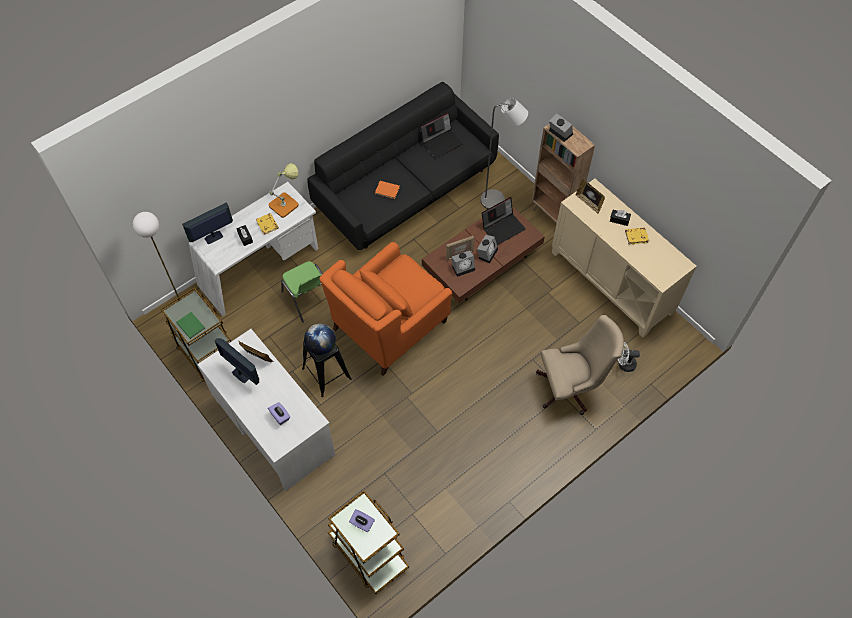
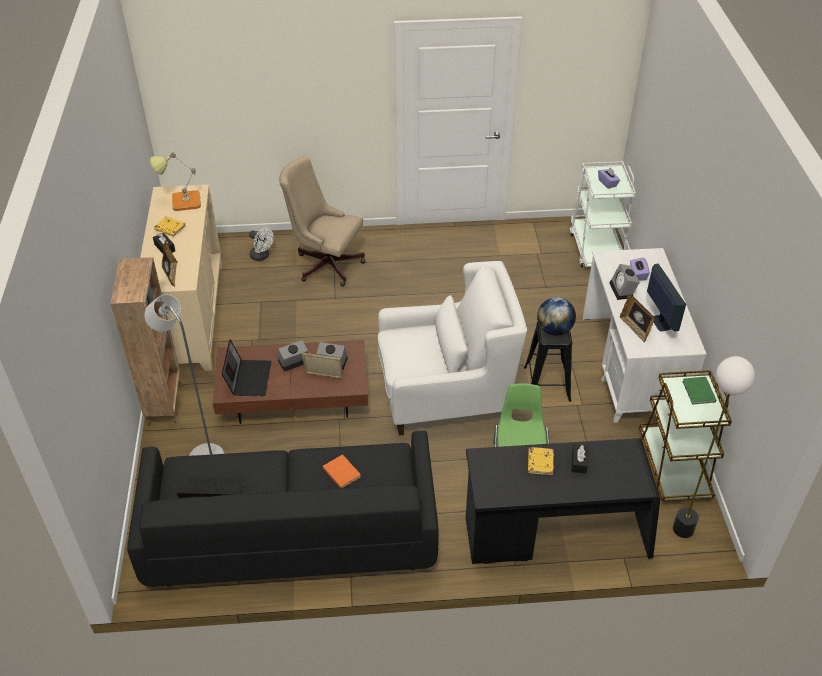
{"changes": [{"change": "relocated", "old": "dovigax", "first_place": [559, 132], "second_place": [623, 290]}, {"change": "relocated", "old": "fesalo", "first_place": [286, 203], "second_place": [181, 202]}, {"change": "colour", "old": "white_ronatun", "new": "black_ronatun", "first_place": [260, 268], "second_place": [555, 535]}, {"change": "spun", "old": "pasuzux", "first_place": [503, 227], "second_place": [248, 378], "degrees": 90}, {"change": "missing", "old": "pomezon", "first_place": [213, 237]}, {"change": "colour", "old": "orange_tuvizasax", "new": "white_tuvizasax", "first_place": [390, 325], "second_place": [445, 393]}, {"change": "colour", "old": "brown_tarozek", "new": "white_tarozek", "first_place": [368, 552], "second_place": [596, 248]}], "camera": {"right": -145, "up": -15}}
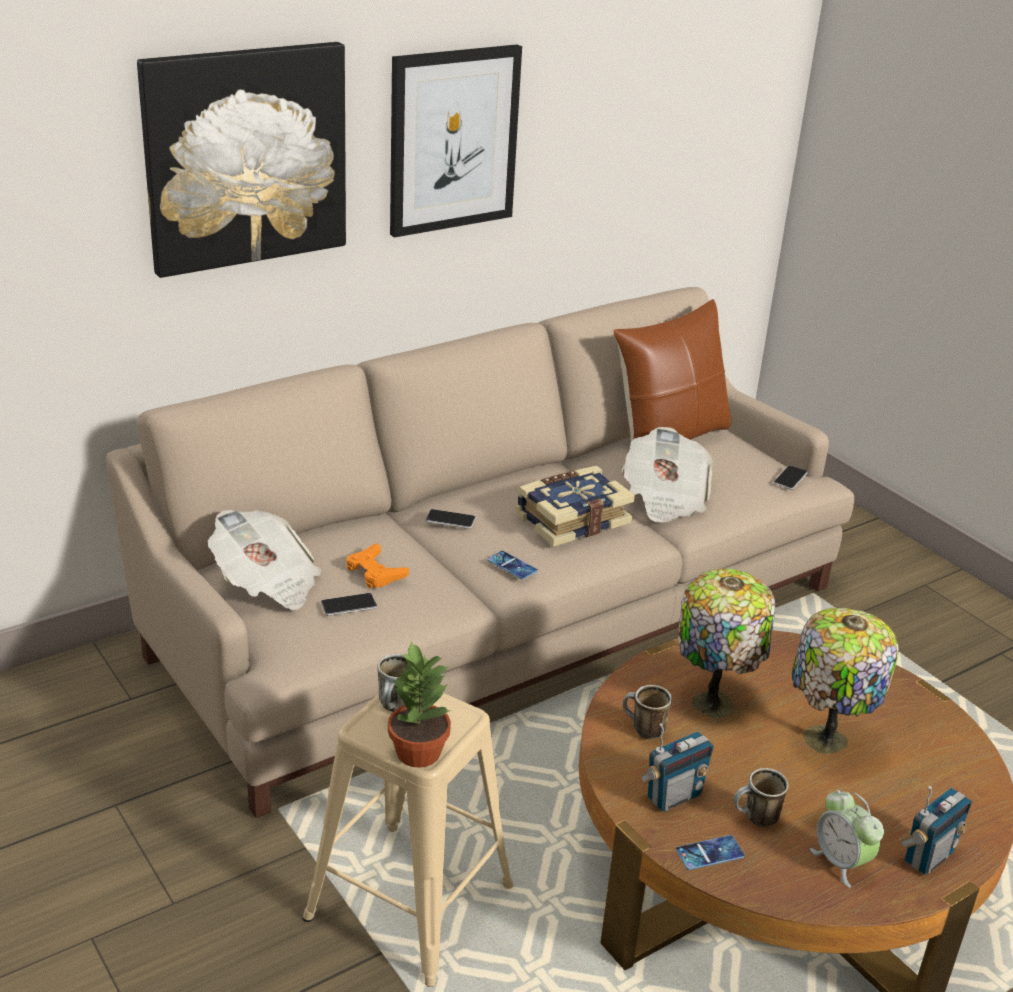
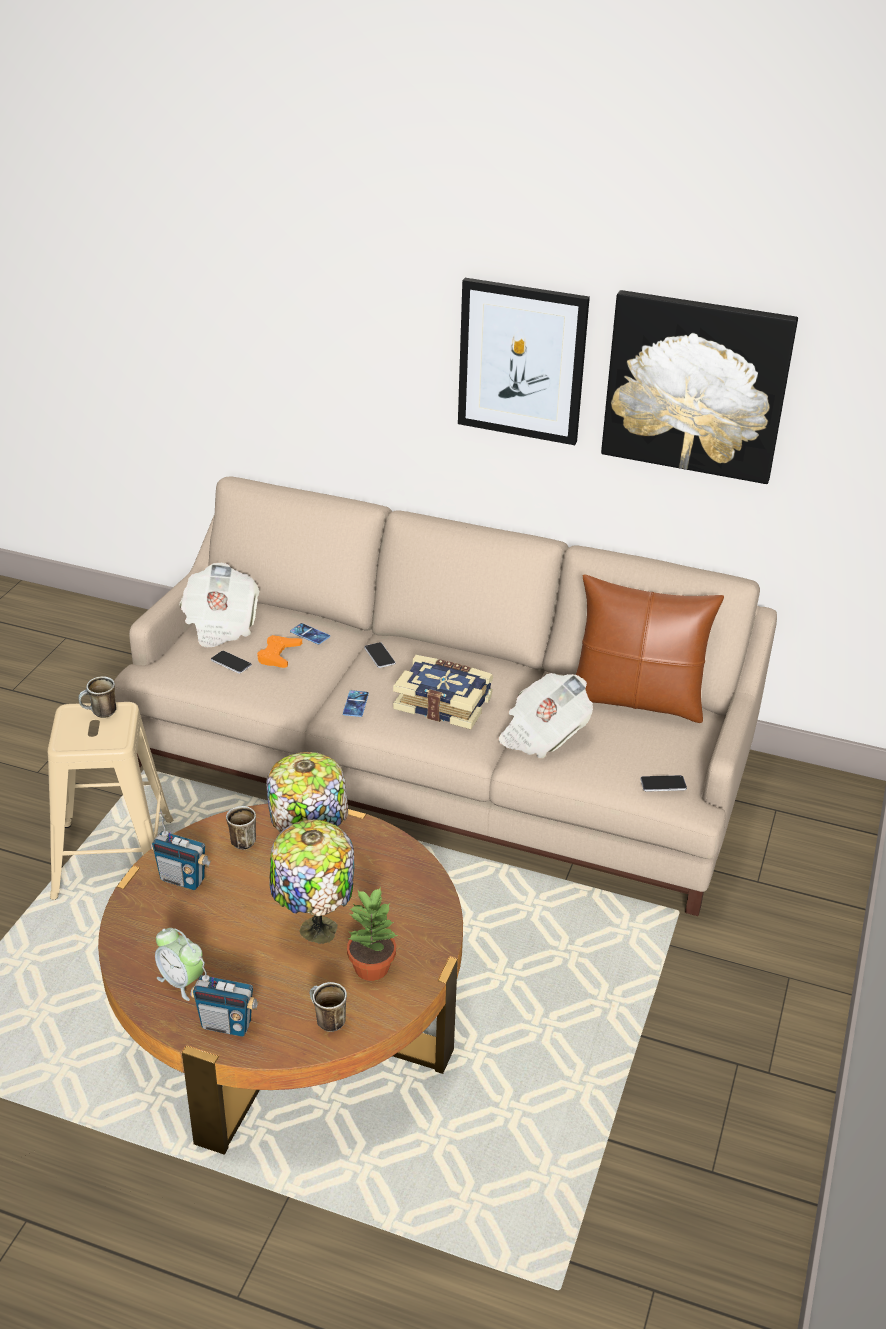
{"changes": [{"change": "relocated", "old": "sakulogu", "first_place": [245, 157], "second_place": [696, 386]}, {"change": "relocated", "old": "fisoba", "first_place": [417, 751], "second_place": [371, 966]}, {"change": "relocated", "old": "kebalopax", "first_place": [756, 819], "second_place": [326, 1020]}, {"change": "spun", "old": "dovigax", "first_place": [841, 862], "second_place": [182, 981], "degrees": -75}, {"change": "relocated", "old": "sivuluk", "first_place": [709, 853], "second_place": [310, 634]}], "camera": {"right": 55, "up": 5}}
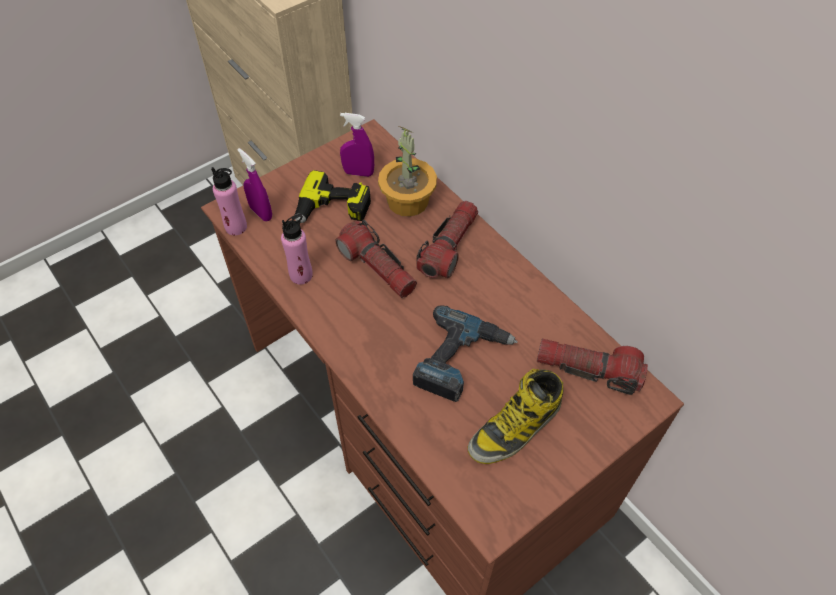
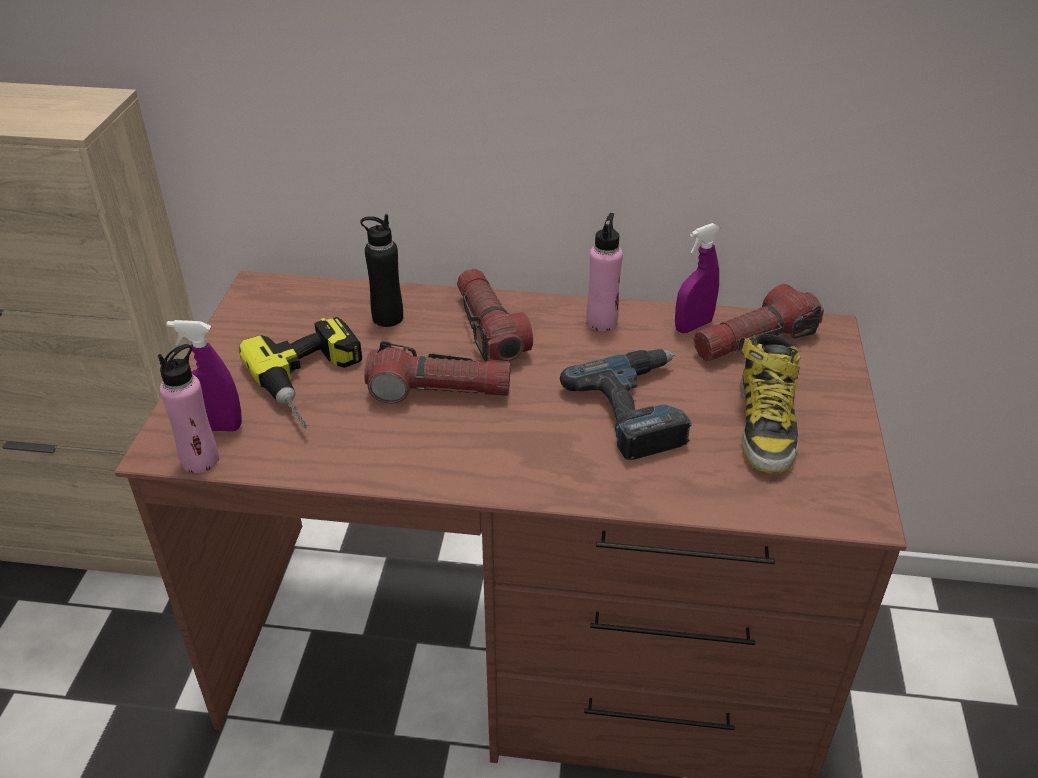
{"changes": [{"change": "relocated", "old": "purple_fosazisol", "first_place": [358, 173], "second_place": [693, 326]}, {"change": "exchanged", "old": "fisoba", "new": "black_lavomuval", "first_place": [407, 201], "second_place": [387, 318]}, {"change": "relocated", "old": "pink_lavomuval", "first_place": [301, 275], "second_place": [602, 322]}], "camera": {"right": -45, "up": -15}}
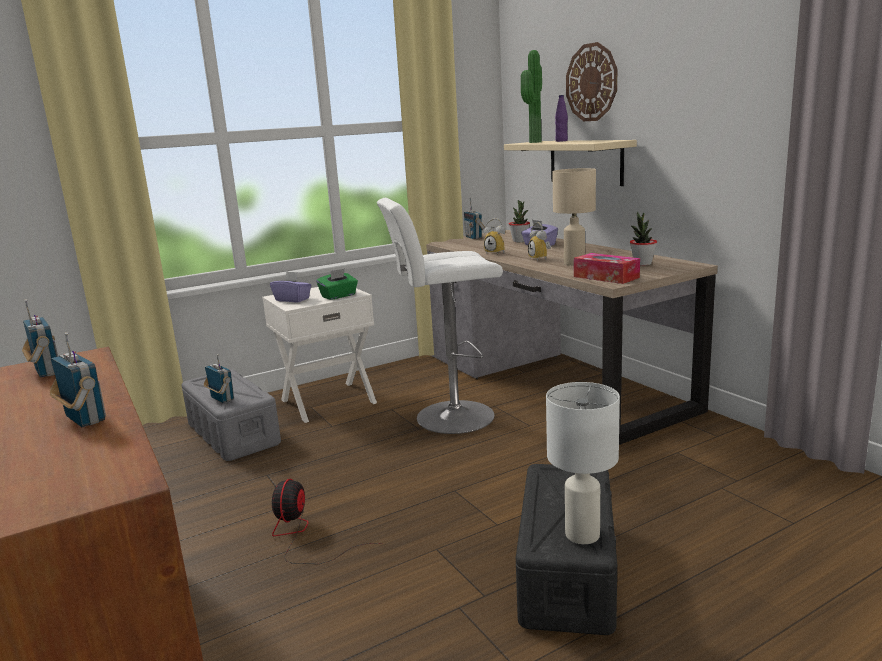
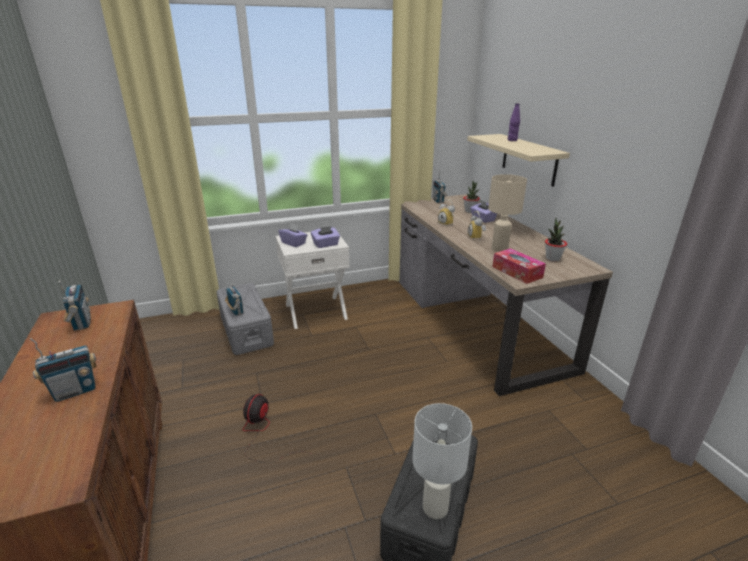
{"changes": [{"change": "missing", "old": "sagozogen", "first_place": [591, 82]}, {"change": "missing", "old": "fisoba", "first_place": [533, 142]}, {"change": "missing", "old": "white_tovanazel", "first_place": [449, 417]}, {"change": "colour", "old": "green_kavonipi", "new": "purple_kavonipi", "first_place": [339, 296], "second_place": [326, 244]}, {"change": "spun", "old": "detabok", "first_place": [84, 419], "second_place": [75, 391], "degrees": 90}], "camera": {"right": 10, "up": 10}}
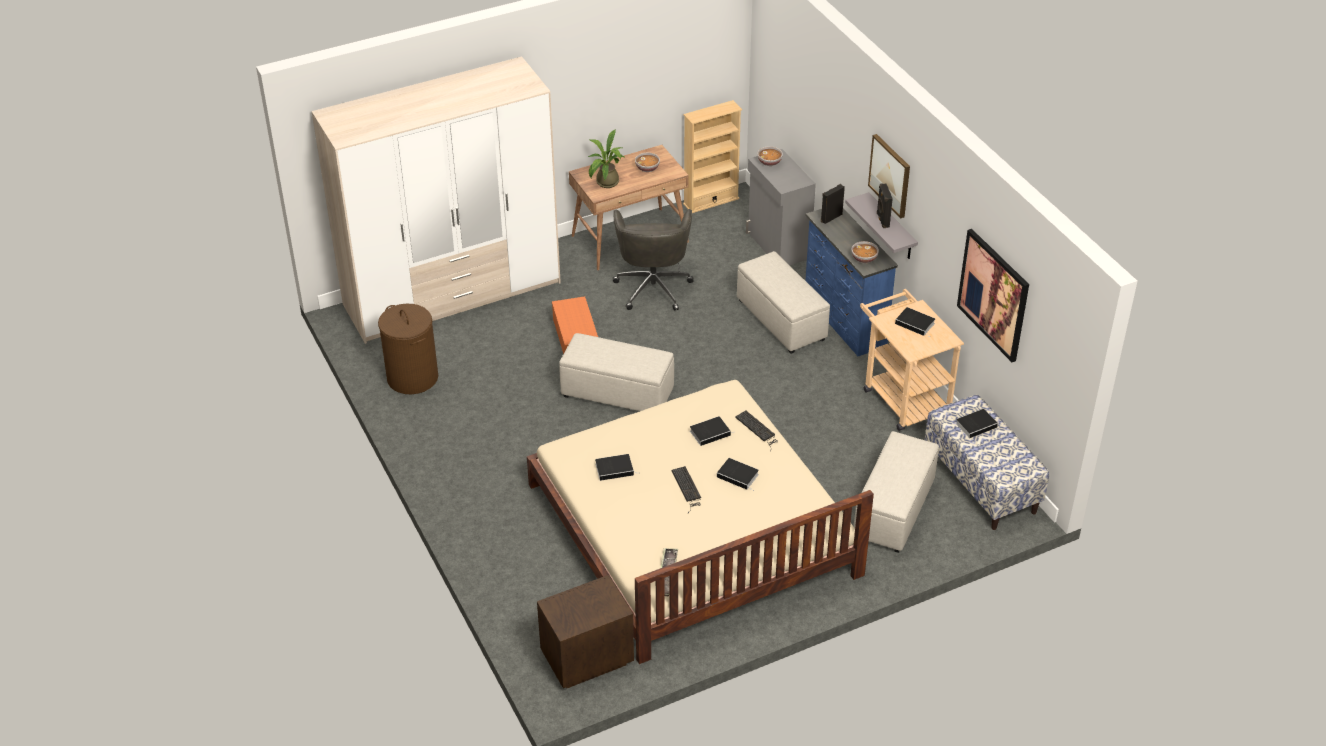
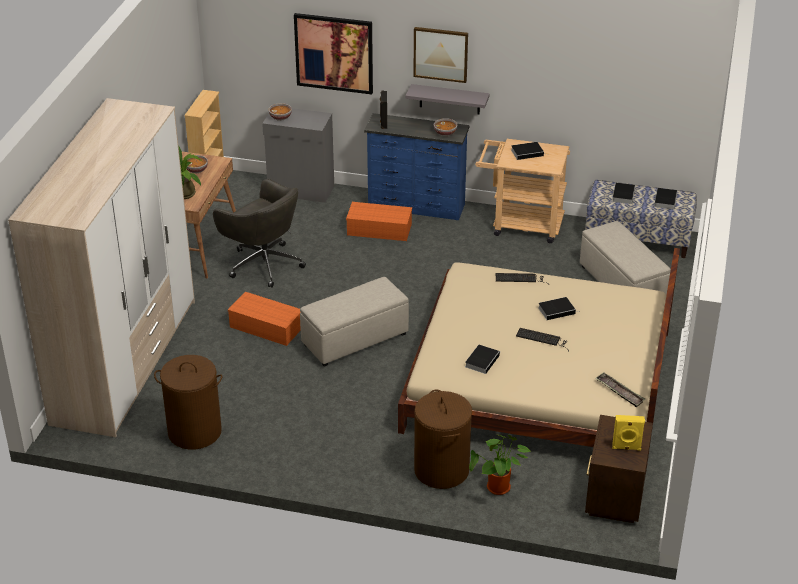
{"changes": [{"change": "missing", "old": "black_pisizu", "first_place": [882, 220]}, {"change": "relocated", "old": "sakulogu", "first_place": [993, 294], "second_place": [334, 53]}, {"change": "exchanged", "old": "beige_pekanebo", "new": "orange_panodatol", "first_place": [780, 319], "second_place": [378, 230]}, {"change": "relocated", "old": "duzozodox", "first_place": [711, 432], "second_place": [665, 200]}, {"change": "appeared", "new": "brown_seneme", "second_place": [442, 470]}, {"change": "appeared", "new": "yellow_pisizu", "second_place": [626, 448]}, {"change": "appeared", "new": "fisoba", "second_place": [498, 490]}], "camera": {"right": -50, "up": -5}}
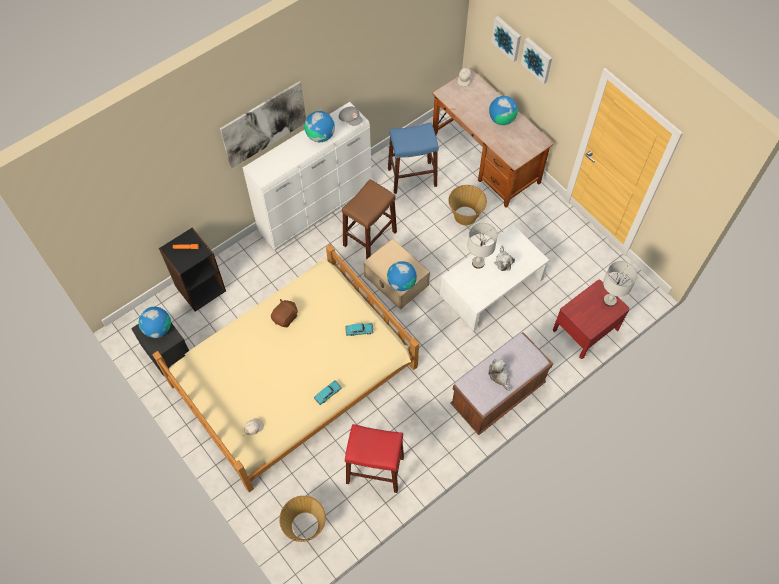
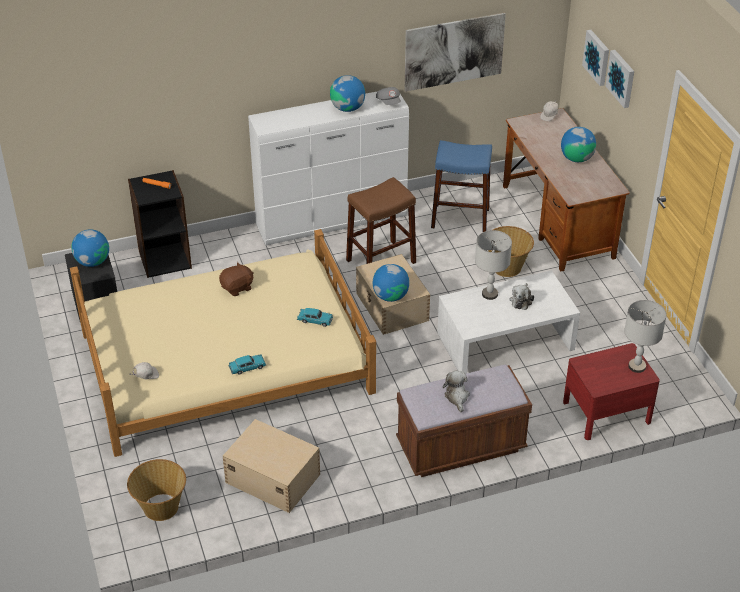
{"changes": [{"change": "relocated", "old": "sakulogu", "first_place": [264, 124], "second_place": [454, 51]}, {"change": "exchanged", "old": "red_tovanazel", "new": "beige_panodatol", "first_place": [375, 470], "second_place": [272, 477]}], "camera": {"right": 20, "up": -20}}
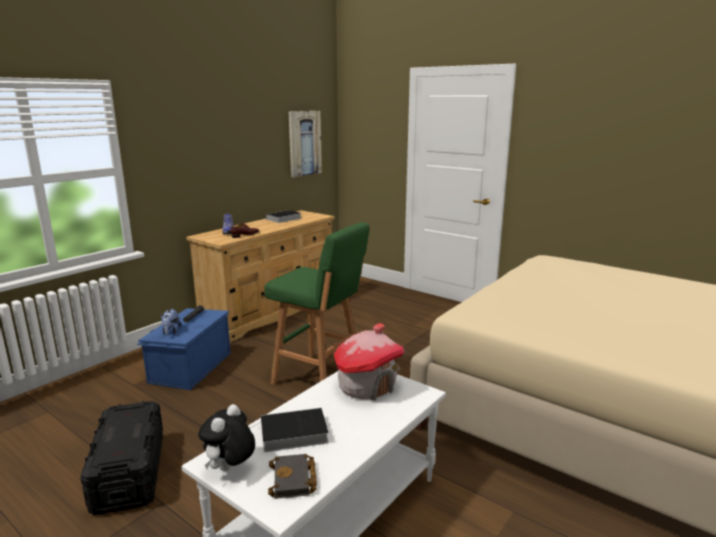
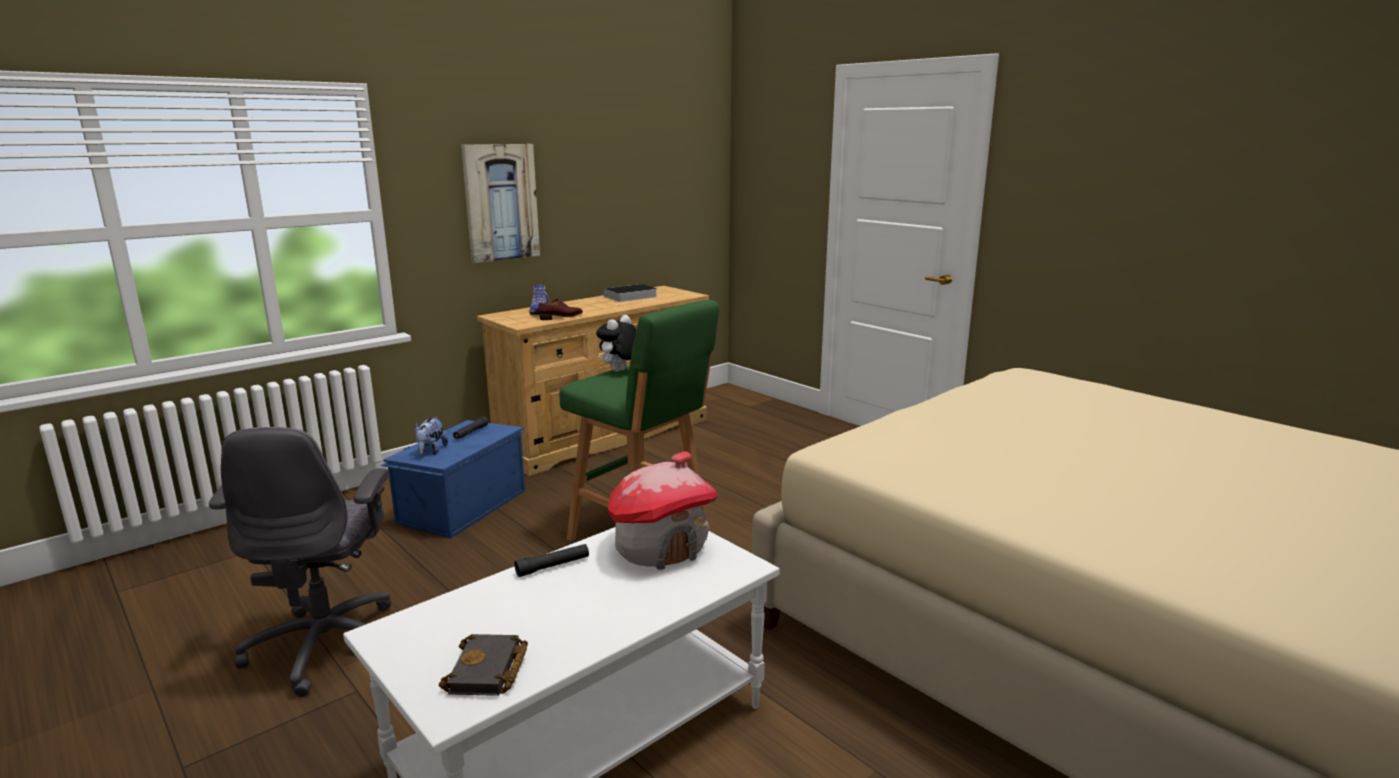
{"changes": [{"change": "relocated", "old": "sakulogu", "first_place": [304, 143], "second_place": [500, 202]}, {"change": "exchanged", "old": "black_panodatol", "new": "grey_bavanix", "first_place": [129, 472], "second_place": [328, 644]}, {"change": "relocated", "old": "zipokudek", "first_place": [230, 469], "second_place": [620, 371]}, {"change": "missing", "old": "duzozodox", "first_place": [291, 434]}, {"change": "appeared", "new": "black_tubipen", "second_place": [553, 566]}], "camera": {"right": 10, "up": 0}}
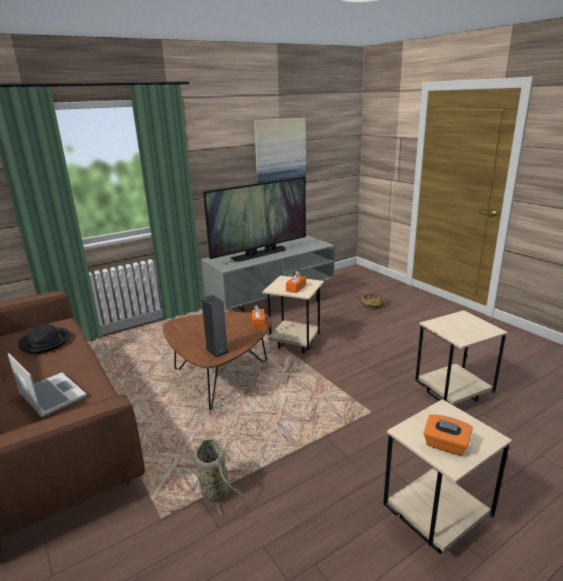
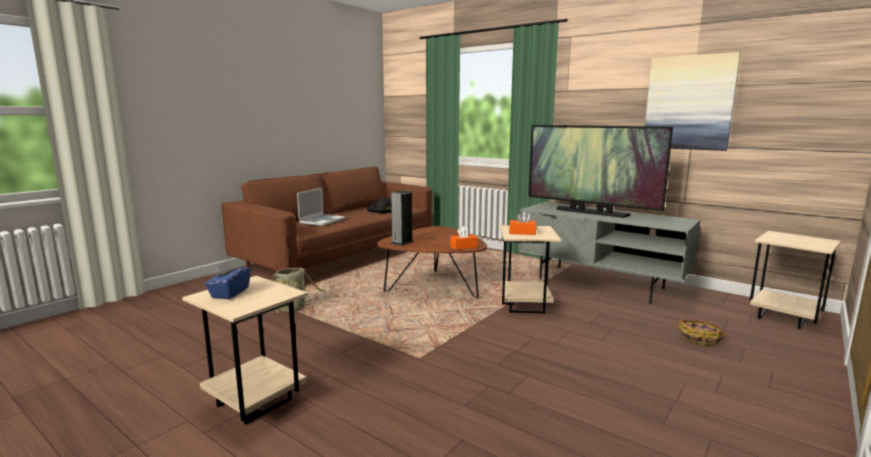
{"changes": [{"change": "relocated", "old": "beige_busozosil", "first_place": [453, 397], "second_place": [782, 319]}, {"change": "colour", "old": "orange_kavonipi", "new": "blue_kavonipi", "first_place": [445, 445], "second_place": [229, 293]}], "camera": {"right": 70, "up": -10}}
